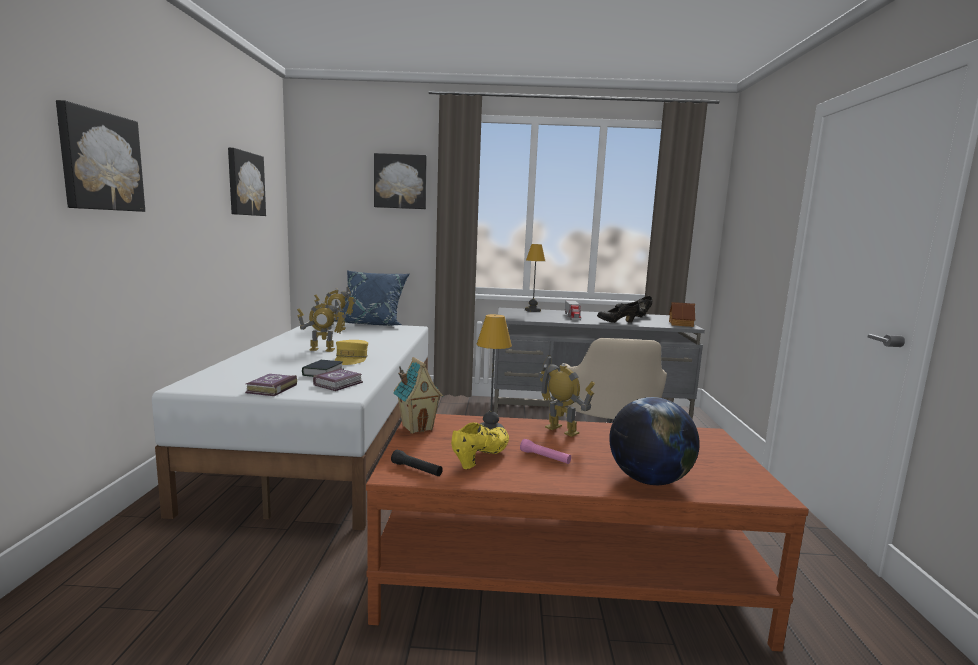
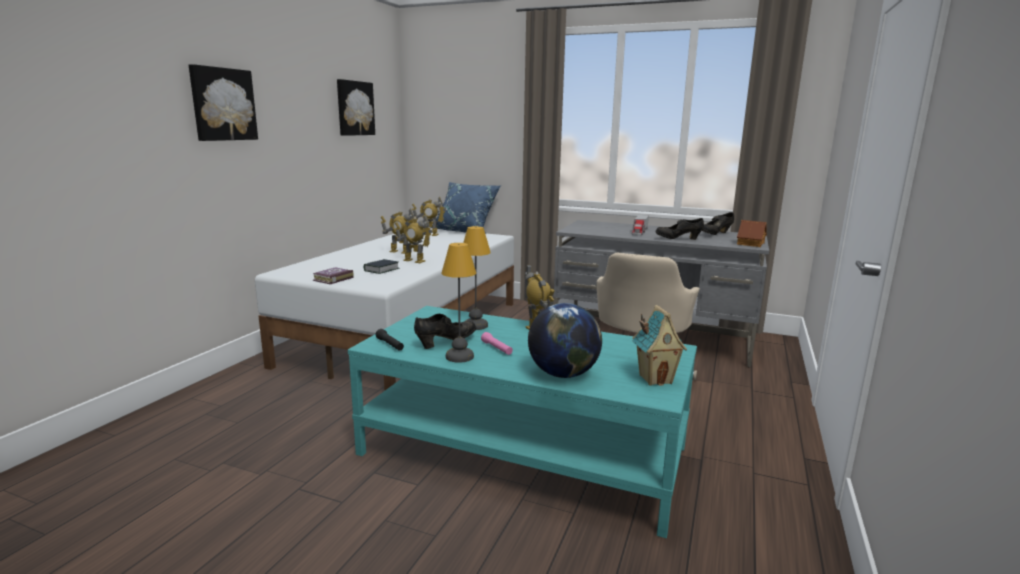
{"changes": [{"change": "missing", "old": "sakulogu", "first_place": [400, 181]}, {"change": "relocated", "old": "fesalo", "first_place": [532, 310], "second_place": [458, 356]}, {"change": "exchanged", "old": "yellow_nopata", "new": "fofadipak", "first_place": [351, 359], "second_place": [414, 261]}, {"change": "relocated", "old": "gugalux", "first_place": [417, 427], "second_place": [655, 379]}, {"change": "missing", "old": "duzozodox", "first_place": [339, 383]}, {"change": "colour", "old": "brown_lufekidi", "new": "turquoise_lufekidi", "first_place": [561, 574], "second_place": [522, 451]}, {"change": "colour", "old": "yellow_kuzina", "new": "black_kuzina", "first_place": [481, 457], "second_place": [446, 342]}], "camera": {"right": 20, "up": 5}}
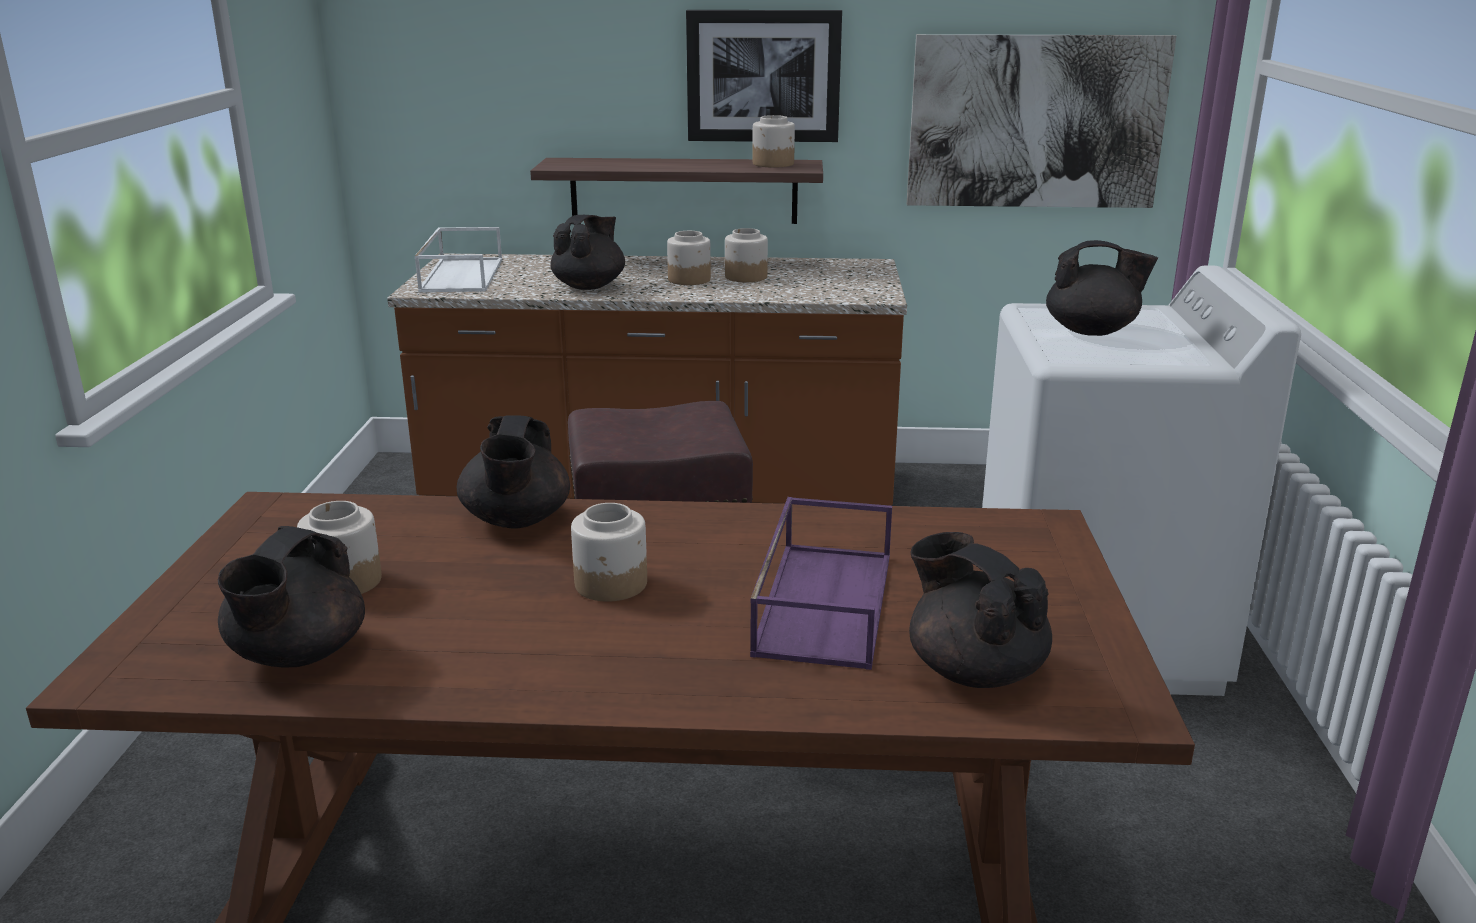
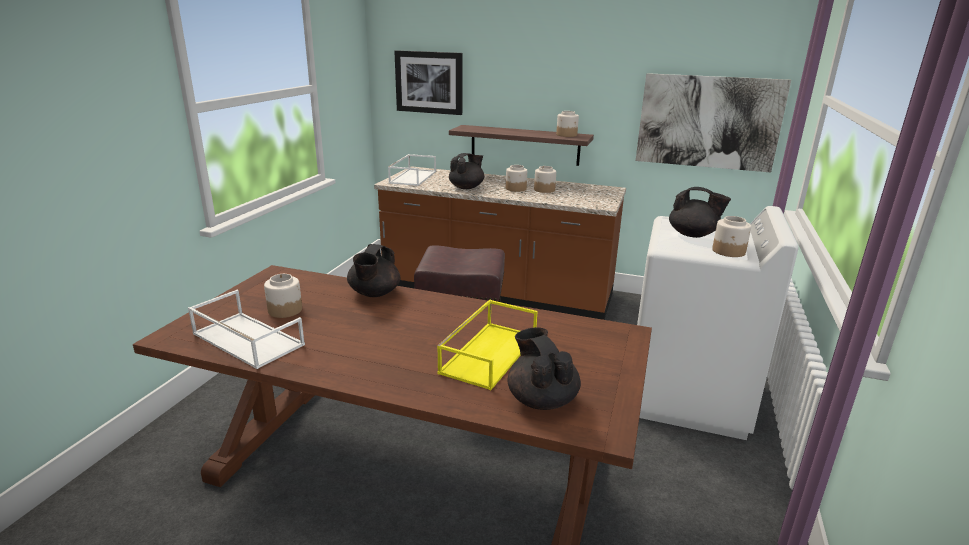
{"changes": [{"change": "relocated", "old": "sakulogu", "first_place": [763, 76], "second_place": [429, 82]}, {"change": "colour", "old": "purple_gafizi", "new": "yellow_gafizi", "first_place": [822, 602], "second_place": [489, 353]}, {"change": "relocated", "old": "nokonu", "first_place": [611, 584], "second_place": [729, 251]}, {"change": "exchanged", "old": "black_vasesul", "new": "white_gafizi", "first_place": [297, 655], "second_place": [246, 339]}], "camera": {"right": 15, "up": 0}}
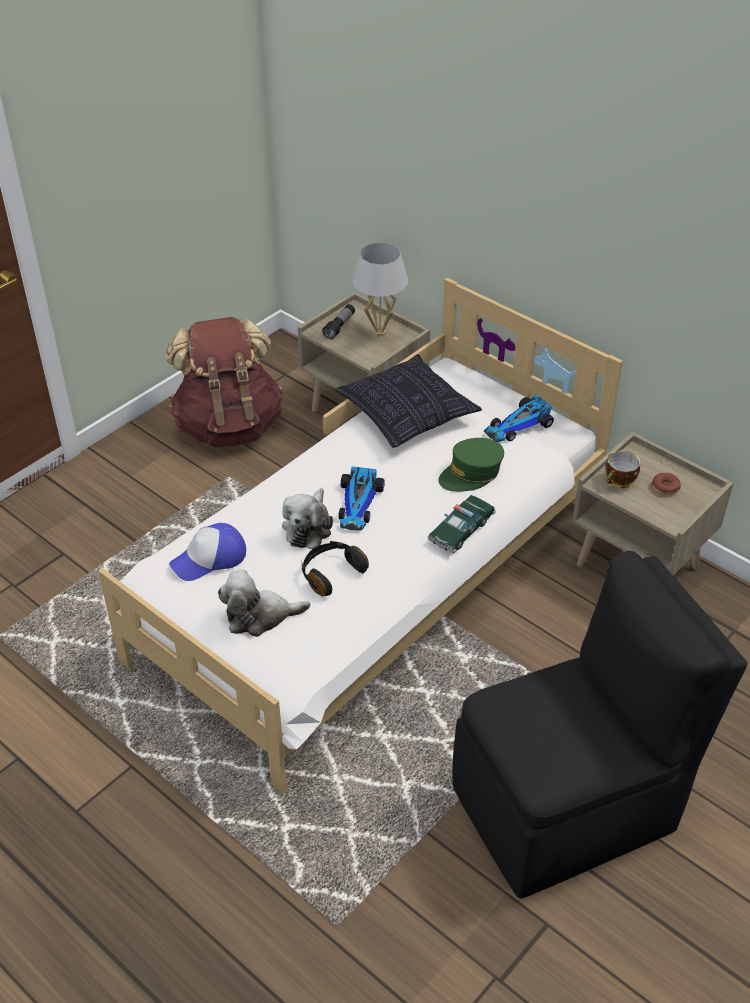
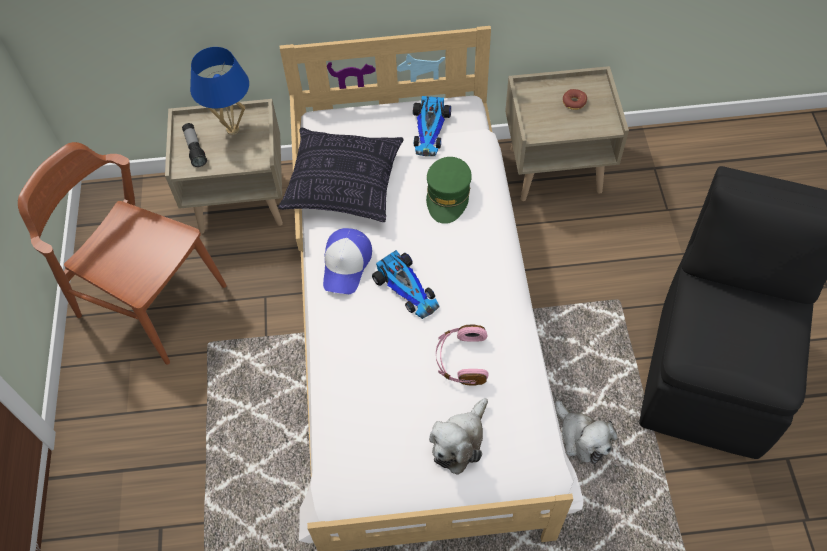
{"changes": [{"change": "colour", "old": "white_fesalo", "new": "blue_fesalo", "first_place": [379, 332], "second_place": [232, 129]}, {"change": "exchanged", "old": "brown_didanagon", "new": "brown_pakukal", "first_place": [229, 426], "second_place": [151, 300]}, {"change": "missing", "old": "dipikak", "first_place": [619, 482]}, {"change": "relocated", "old": "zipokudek", "first_place": [308, 527], "second_place": [582, 438]}, {"change": "missing", "old": "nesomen", "first_place": [461, 530]}, {"change": "relocated", "old": "nopata", "first_place": [210, 559], "second_place": [346, 265]}, {"change": "colour", "old": "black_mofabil", "new": "pink_mofabil", "first_place": [331, 573], "second_place": [461, 360]}], "camera": {"right": -45, "up": 15}}
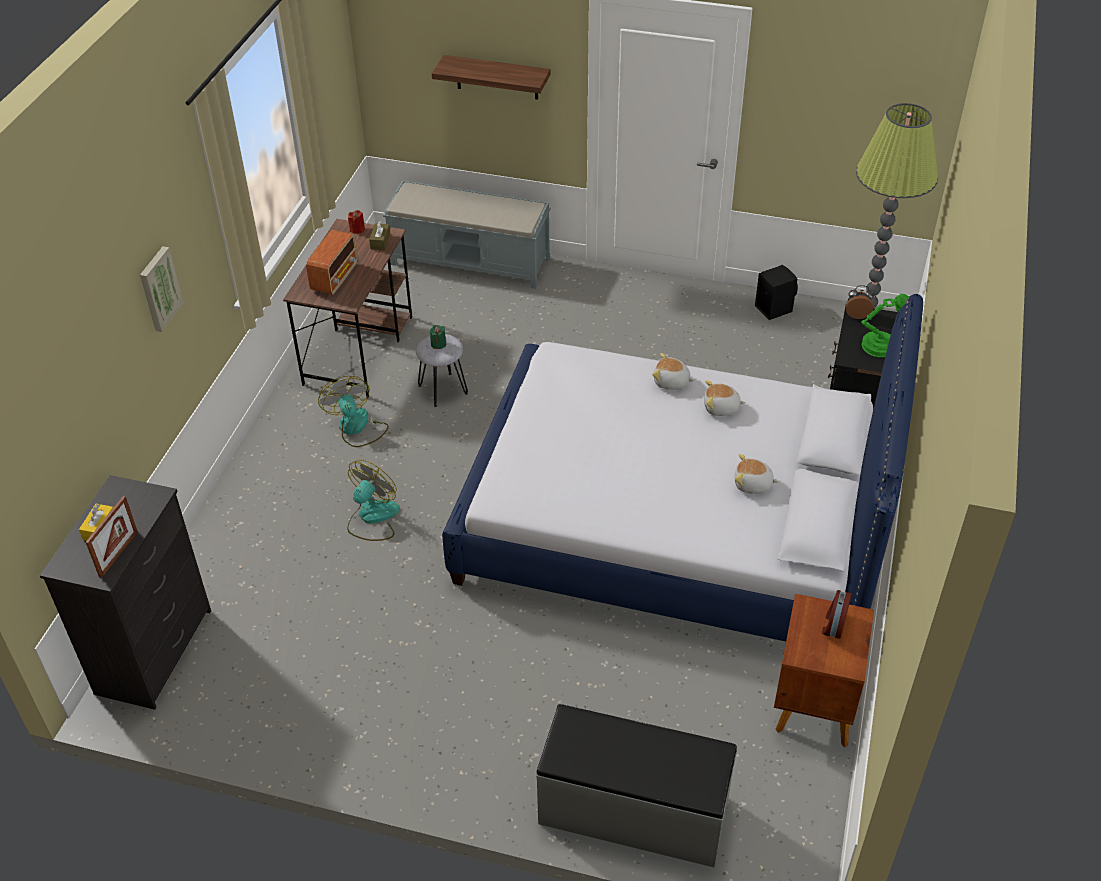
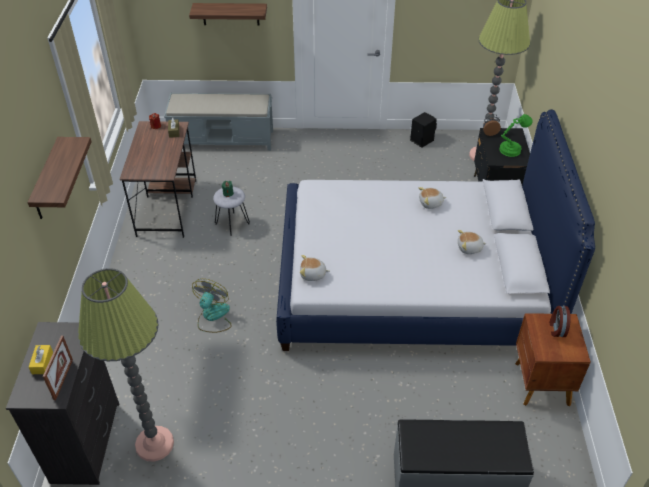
{"changes": [{"change": "missing", "old": "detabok", "first_place": [335, 277]}, {"change": "exchanged", "old": "sakulogu", "new": "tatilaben", "first_place": [159, 288], "second_place": [47, 180]}, {"change": "relocated", "old": "zipokudek", "first_place": [671, 382], "second_place": [313, 274]}, {"change": "missing", "old": "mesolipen", "first_place": [357, 428]}, {"change": "appeared", "new": "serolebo", "second_place": [154, 444]}], "camera": {"right": -15, "up": 0}}
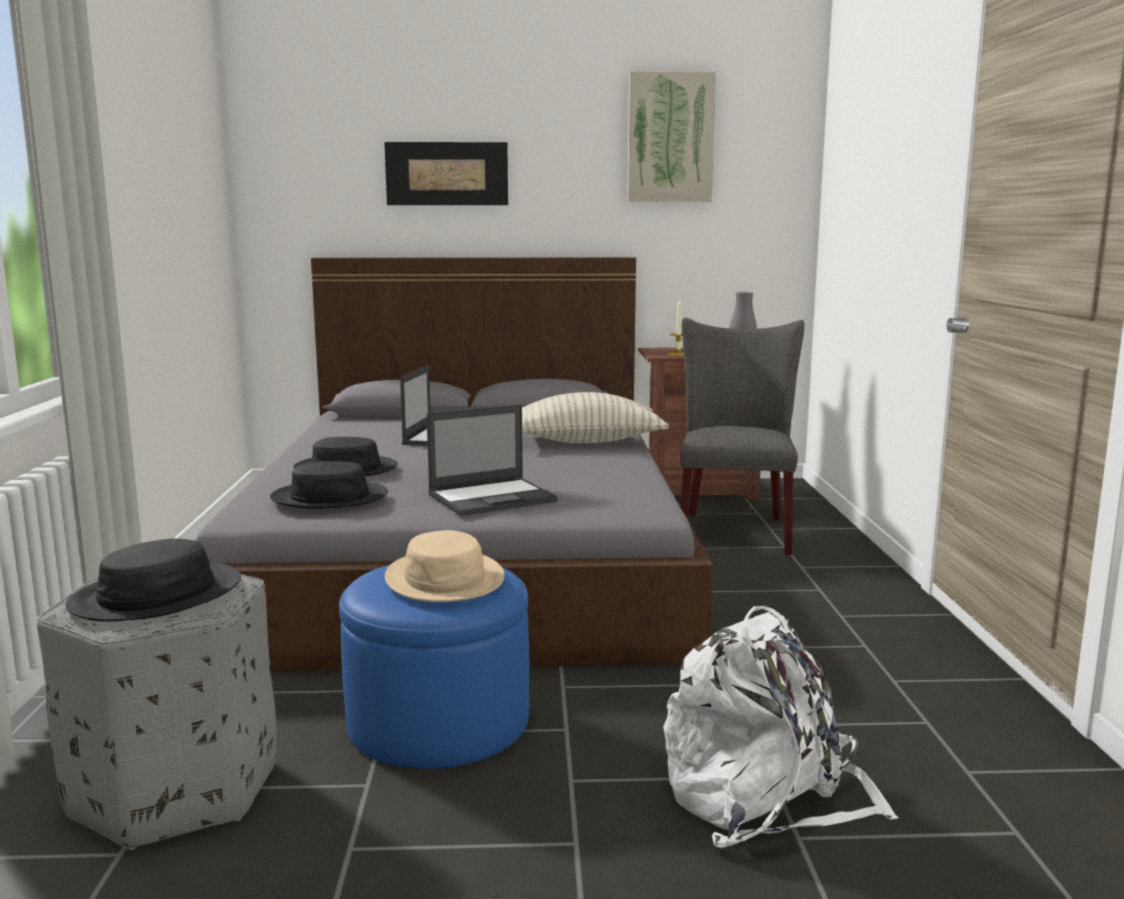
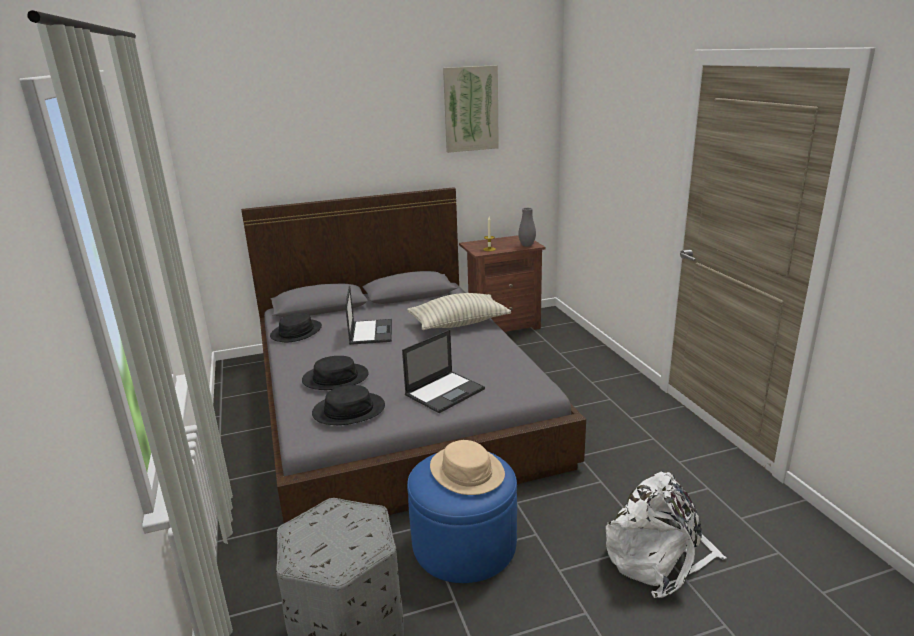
{"changes": [{"change": "missing", "old": "sakulogu", "first_place": [447, 174]}, {"change": "missing", "old": "grey_pakukal", "first_place": [733, 530]}, {"change": "relocated", "old": "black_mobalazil", "first_place": [157, 595], "second_place": [296, 332]}], "camera": {"right": -15, "up": 10}}
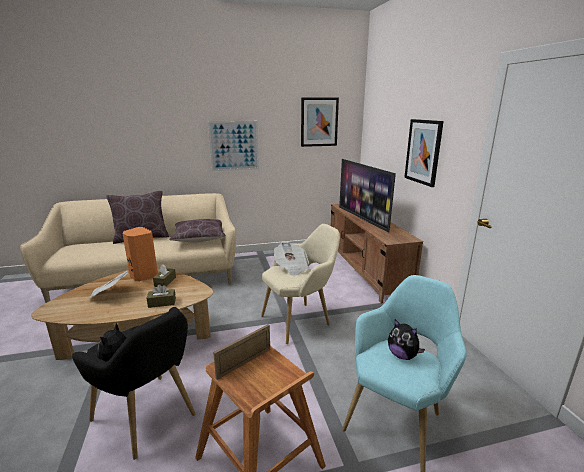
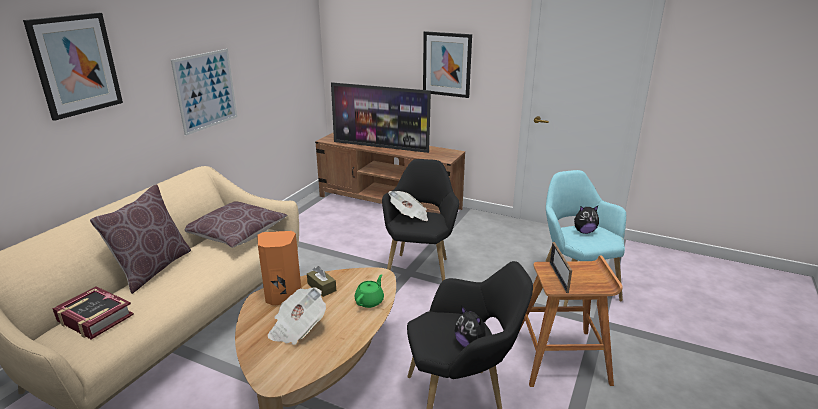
{"changes": [{"change": "relocated", "old": "sakulogu", "first_place": [319, 122], "second_place": [76, 65]}, {"change": "colour", "old": "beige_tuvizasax", "new": "black_tuvizasax", "first_place": [300, 320], "second_place": [420, 269]}, {"change": "exchanged", "old": "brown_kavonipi", "new": "green_vasesul", "first_place": [162, 303], "second_place": [370, 301]}, {"change": "appeared", "new": "duzozodox", "second_place": [94, 318]}], "camera": {"right": -50, "up": 5}}
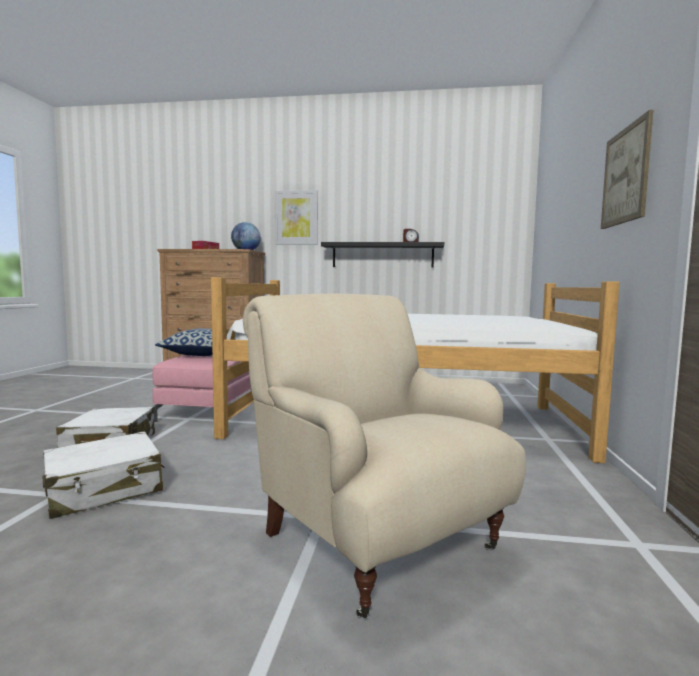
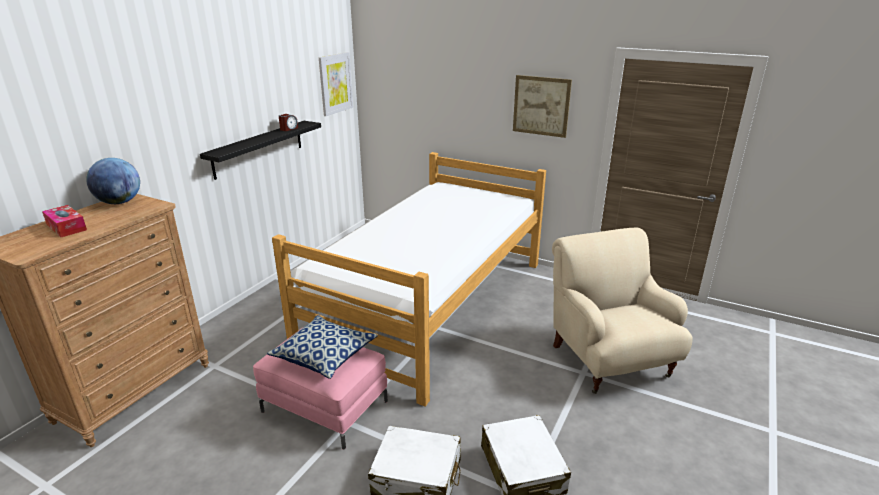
{"changes": [{"change": "relocated", "old": "sakulogu", "first_place": [296, 218], "second_place": [335, 83]}, {"change": "spun", "old": "beige_tuvizasax", "first_place": [376, 539], "second_place": [608, 360], "degrees": 90}], "camera": {"right": -70, "up": 20}}
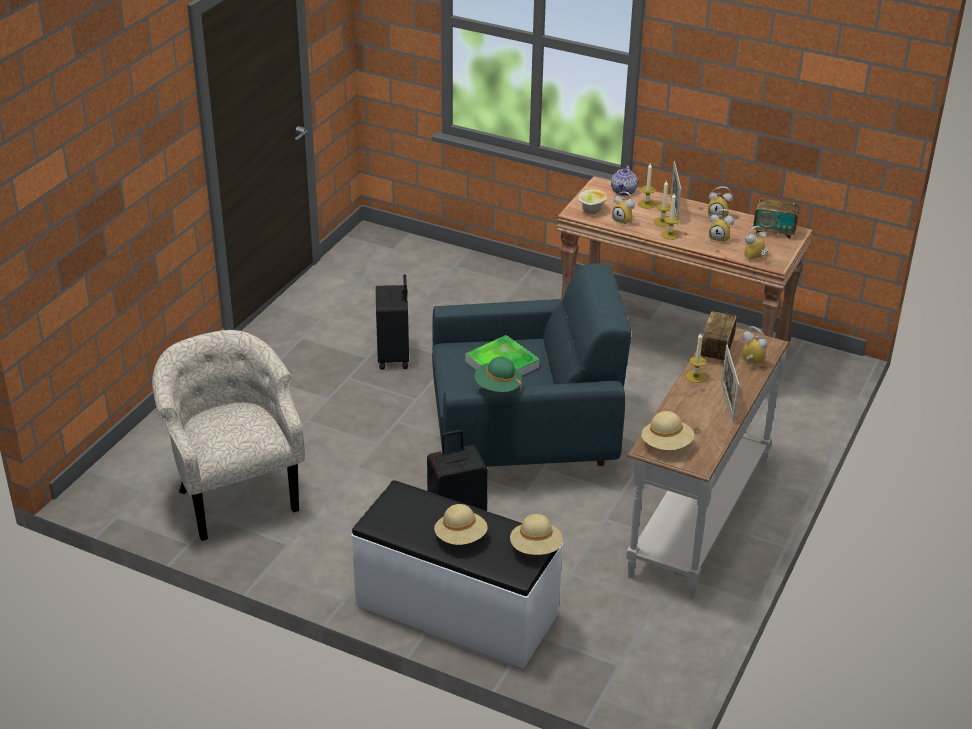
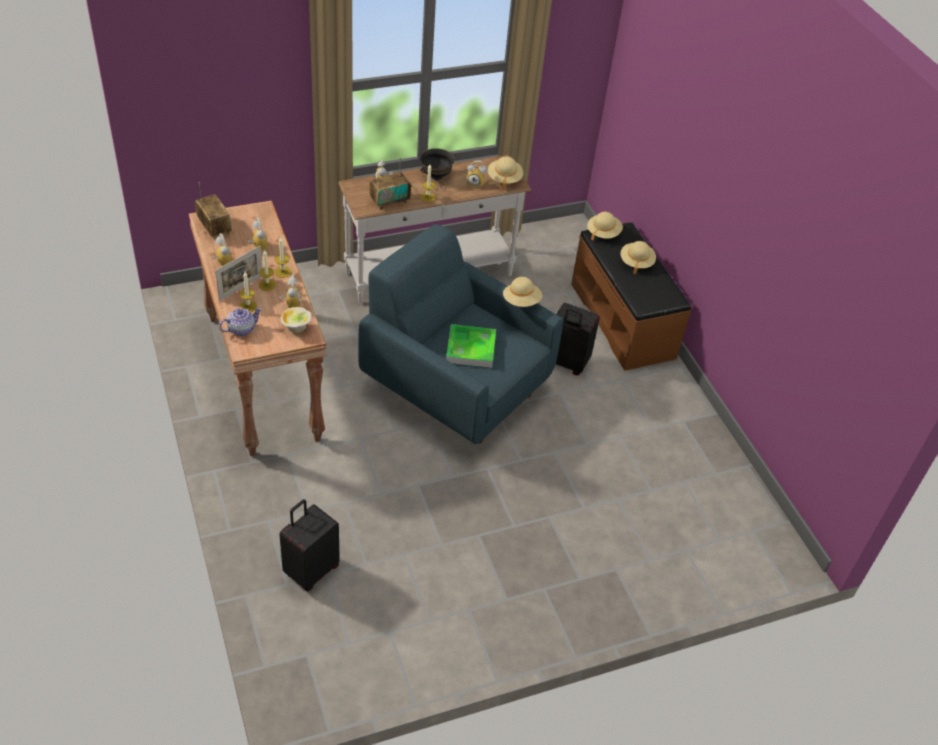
{"changes": [{"change": "relocated", "old": "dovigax", "first_place": [755, 259], "second_place": [476, 183]}, {"change": "relocated", "old": "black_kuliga", "first_place": [394, 357], "second_place": [311, 570]}, {"change": "missing", "old": "beige_tuvizasax", "first_place": [234, 497]}, {"change": "exchanged", "old": "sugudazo", "new": "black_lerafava", "first_place": [727, 402], "second_place": [435, 176]}, {"change": "colour", "old": "green_mobalazil", "new": "beige_mobalazil", "first_place": [497, 387], "second_place": [521, 301]}, {"change": "colour", "old": "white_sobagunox", "new": "brown_sobagunox", "first_place": [456, 610], "second_place": [623, 320]}], "camera": {"right": -140, "up": 10}}
